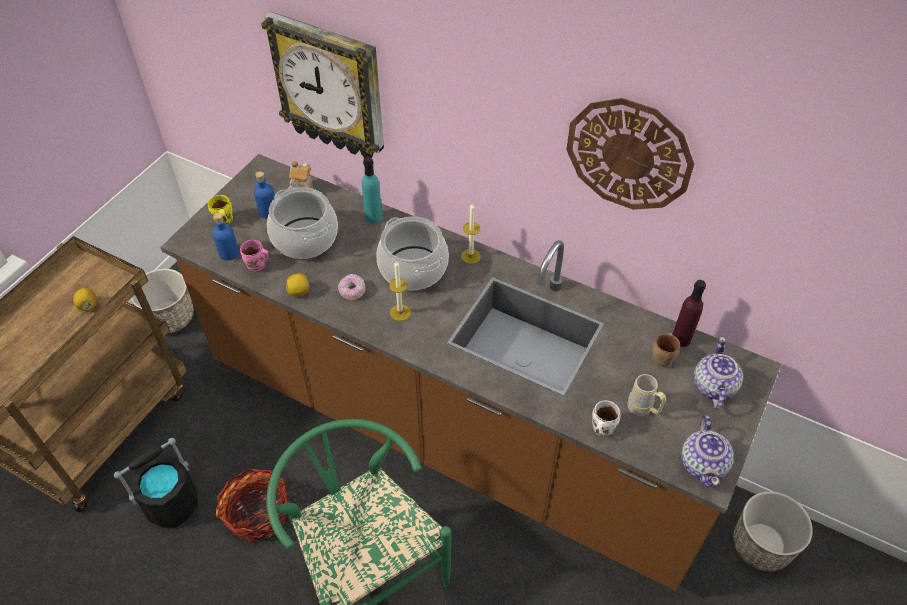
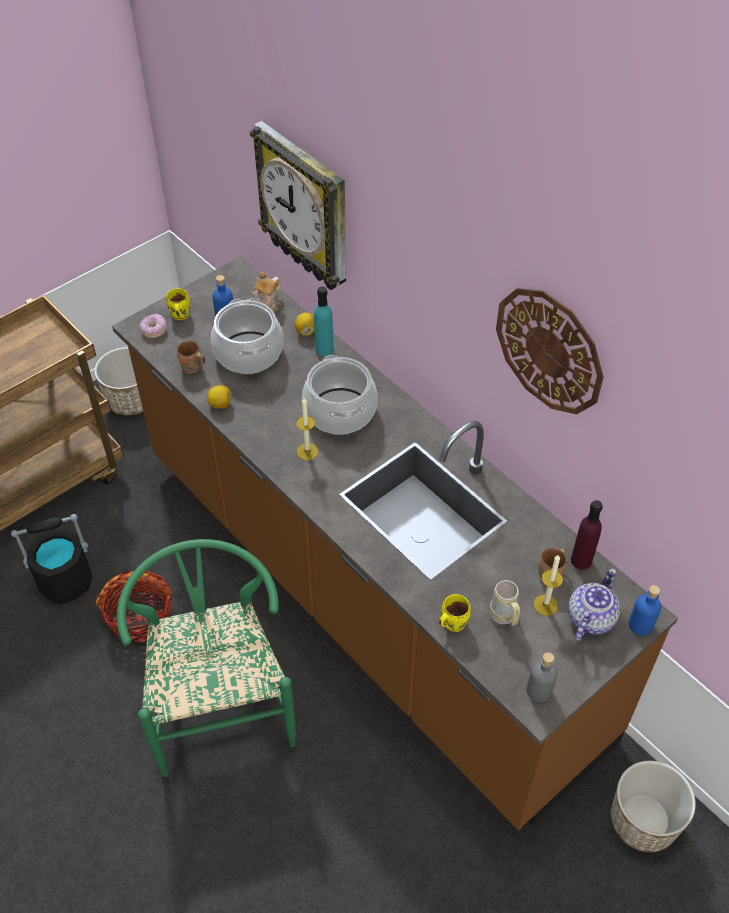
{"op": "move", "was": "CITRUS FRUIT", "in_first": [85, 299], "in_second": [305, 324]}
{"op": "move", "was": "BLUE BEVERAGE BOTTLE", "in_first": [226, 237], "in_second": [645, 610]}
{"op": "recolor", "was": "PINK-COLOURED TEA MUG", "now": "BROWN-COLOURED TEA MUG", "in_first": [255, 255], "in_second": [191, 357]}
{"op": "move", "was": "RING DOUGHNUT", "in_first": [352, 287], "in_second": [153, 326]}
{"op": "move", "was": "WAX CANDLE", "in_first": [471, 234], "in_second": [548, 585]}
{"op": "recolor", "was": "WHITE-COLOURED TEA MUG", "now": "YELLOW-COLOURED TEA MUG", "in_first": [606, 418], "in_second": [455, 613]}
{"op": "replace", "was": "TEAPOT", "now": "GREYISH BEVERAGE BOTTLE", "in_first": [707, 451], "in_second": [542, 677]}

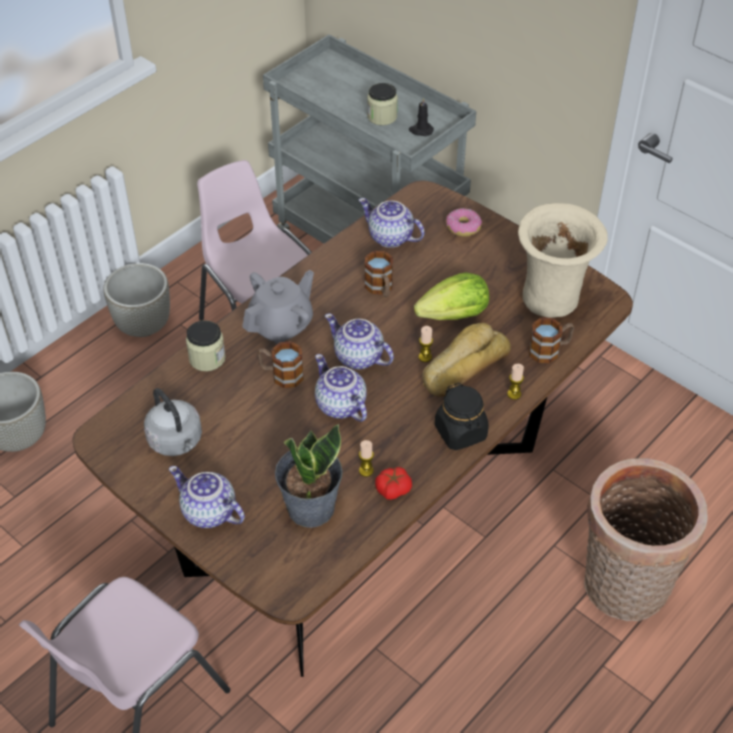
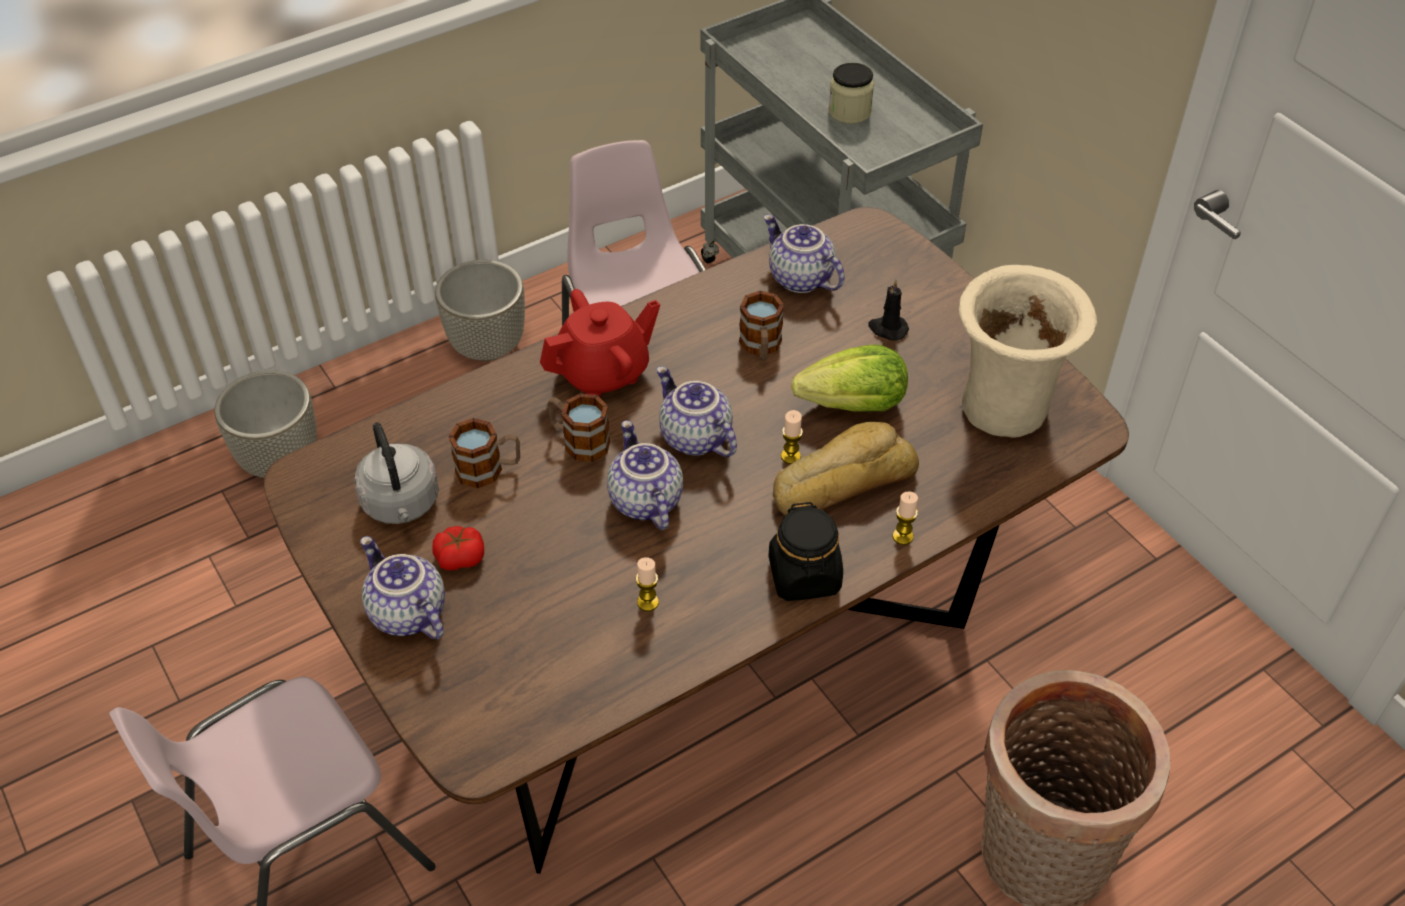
{"op": "delete", "was": "JAR", "in_first": [206, 345]}
{"op": "recolor", "was": "GREYISH TEAPOT", "now": "RED TEAPOT", "in_first": [278, 307], "in_second": [600, 343]}
{"op": "delete", "was": "POTTED PLANT", "in_first": [309, 476]}
{"op": "move", "was": "TOMATO", "in_first": [393, 483], "in_second": [458, 548]}
{"op": "move", "was": "BLACK-COLOURED WAX CANDLE", "in_first": [421, 116], "in_second": [888, 310]}
{"op": "delete", "was": "RING DOUGHNUT", "in_first": [464, 222]}
{"op": "move", "was": "TEA MUG", "in_first": [551, 340], "in_second": [484, 453]}

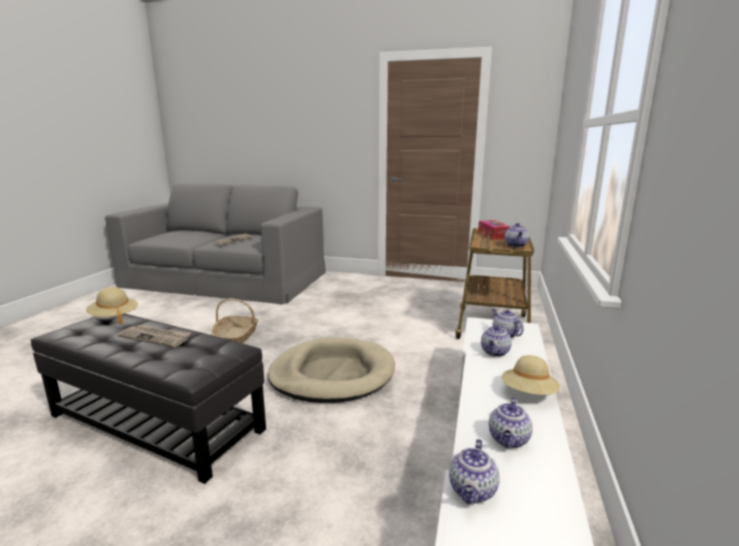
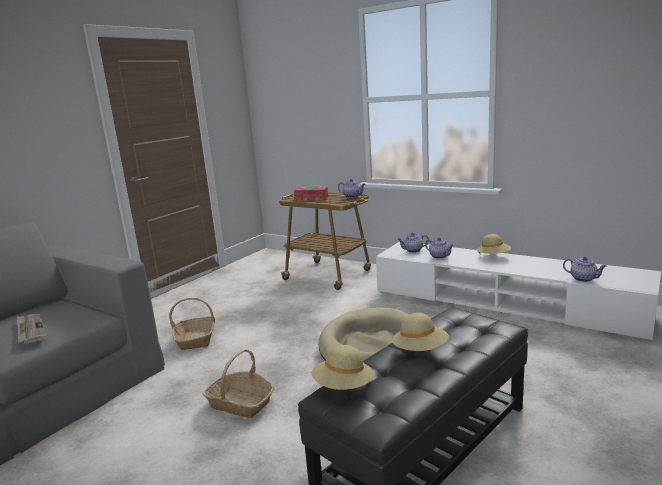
{"op": "replace", "was": "NEWSPAPER", "now": "BEIGE-COLOURED CLOTHING HAT", "in_first": [154, 335], "in_second": [420, 332]}
{"op": "delete", "was": "TEAPOT", "in_first": [511, 422]}
{"op": "insert", "now": "HOUSEHOLD BASKET", "in_second": [192, 324]}

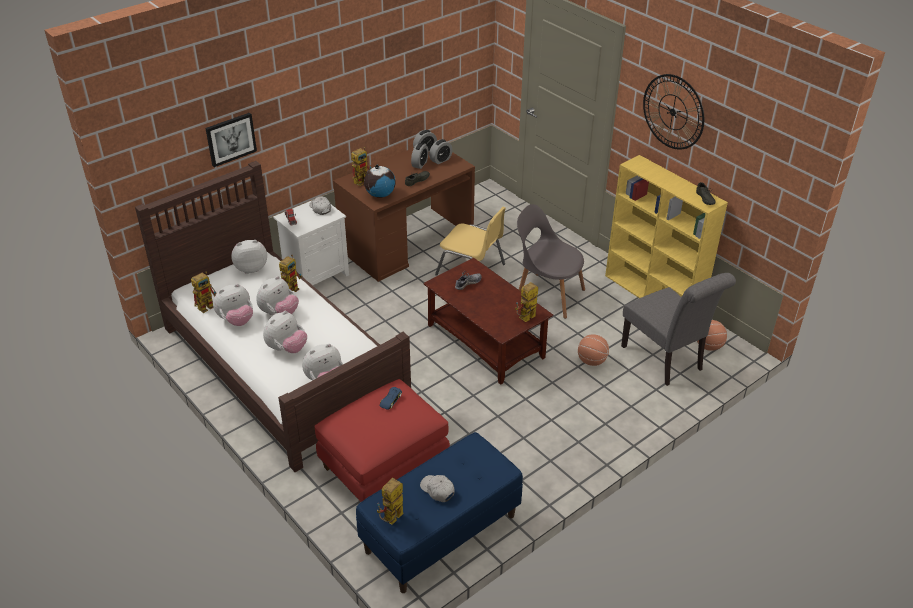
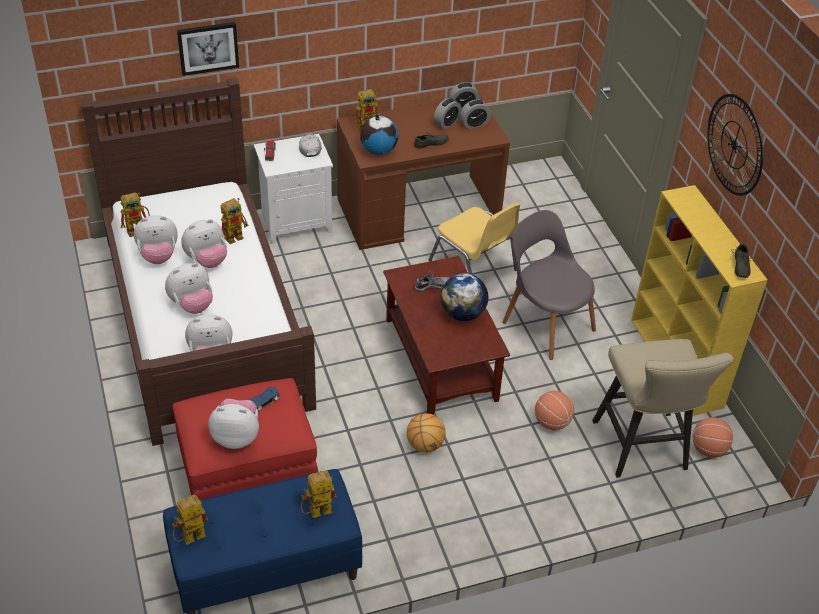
{"op": "move", "was": "CUDDLY TOY", "in_first": [249, 257], "in_second": [233, 423]}
{"op": "delete", "was": "WHITE-COLOURED BASEBALL CAP", "in_first": [437, 488]}
{"op": "move", "was": "TOY ROBOT", "in_first": [526, 302], "in_second": [319, 494]}
{"op": "replace", "was": "GREYISH UPRIGHT CHAIR", "now": "BEIGE-COLOURED STOOL", "in_first": [678, 329], "in_second": [663, 408]}
{"op": "insert", "now": "BASKETBALL BALL", "in_second": [426, 432]}
{"op": "insert", "now": "GLOBE", "in_second": [464, 297]}

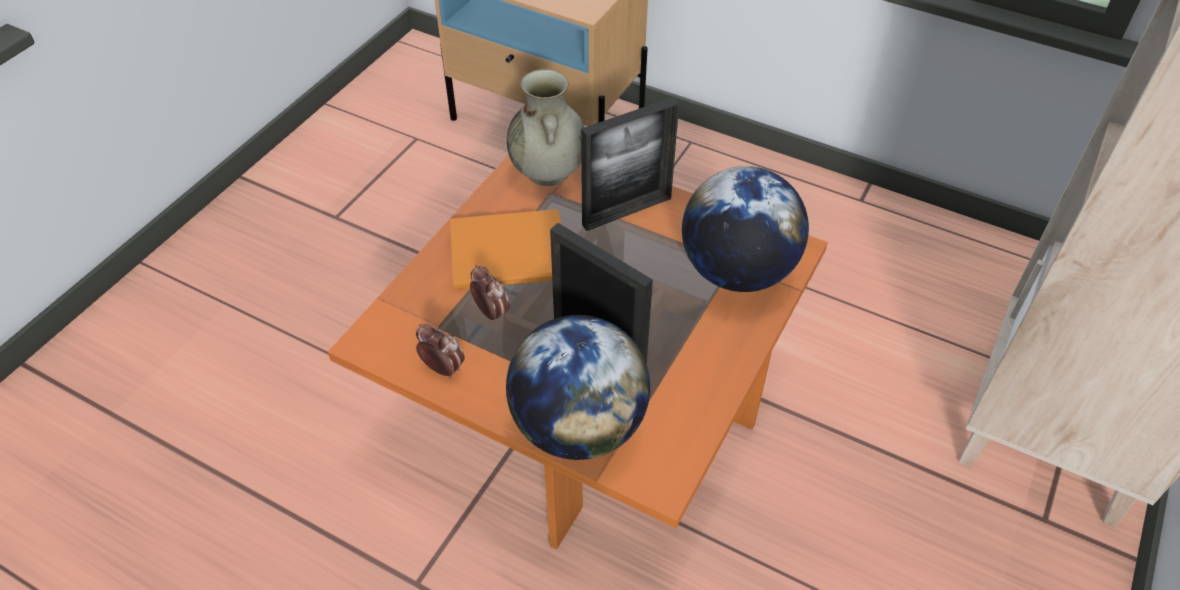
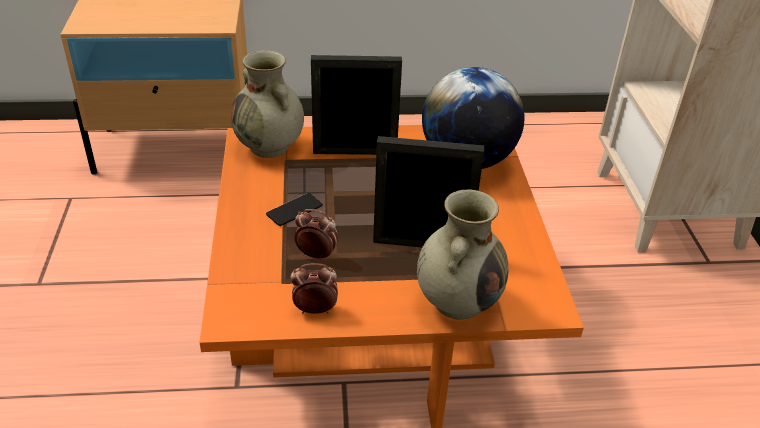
{"op": "replace", "was": "ORANGE BOUND BOOK", "now": "HANDSET", "in_first": [505, 249], "in_second": [294, 209]}
{"op": "replace", "was": "GLOBE", "now": "BEIGE-COLOURED DECORATIVE VASE", "in_first": [578, 387], "in_second": [463, 254]}
{"op": "rotate", "was": "PHOTO FRAME", "in_first": [630, 164], "in_second": [356, 105], "clockwise": -120}

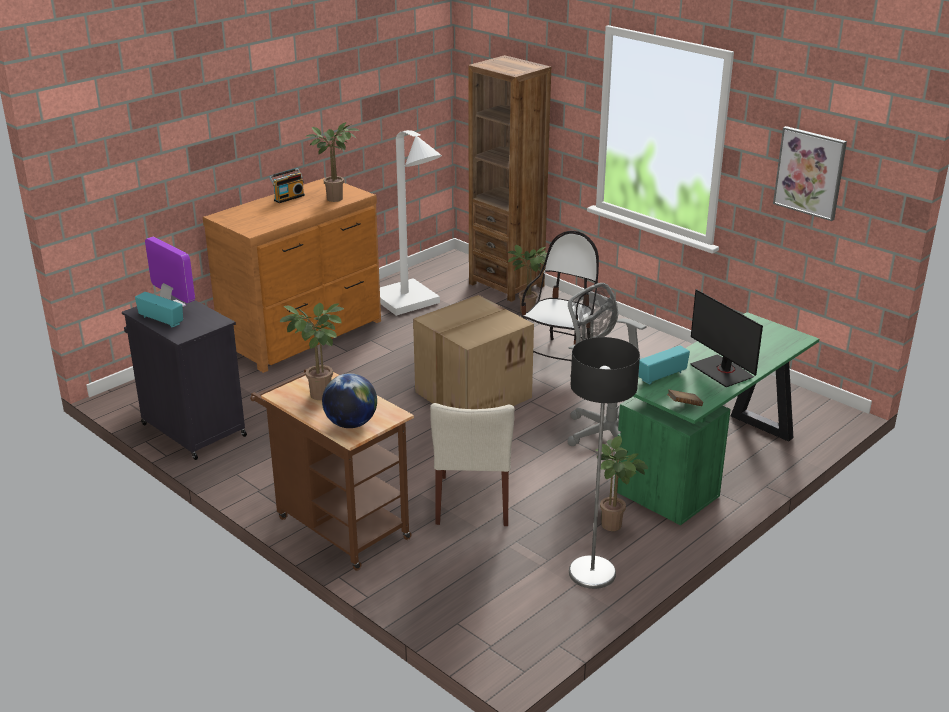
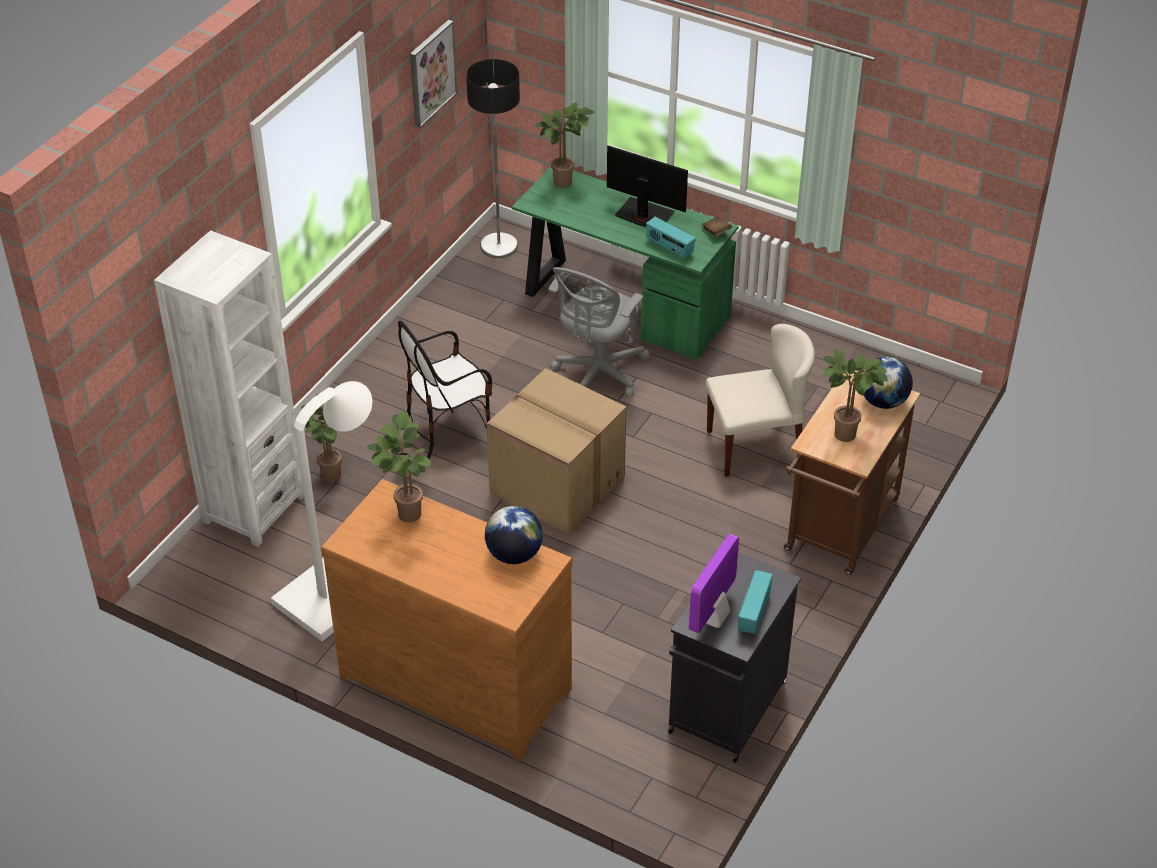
{"op": "delete", "was": "RADIO RECEIVER", "in_first": [287, 185]}
{"op": "recolor", "was": "BROWN-COLOURED BOOKCASE", "now": "WHITE-COLOURED BOOKCASE", "in_first": [509, 178], "in_second": [229, 388]}
{"op": "rotate", "was": "UPRIGHT CHAIR", "in_first": [560, 304], "in_second": [445, 390], "clockwise": -45}
{"op": "move", "was": "FLOOR LAMP", "in_first": [604, 463], "in_second": [493, 158]}
{"op": "move", "was": "POTTED PLANT", "in_first": [621, 483], "in_second": [565, 145]}
{"op": "rotate", "was": "MONITOR", "in_first": [726, 338], "in_second": [647, 186], "clockwise": -105}
{"op": "insert", "now": "GLOBE", "in_second": [514, 535]}

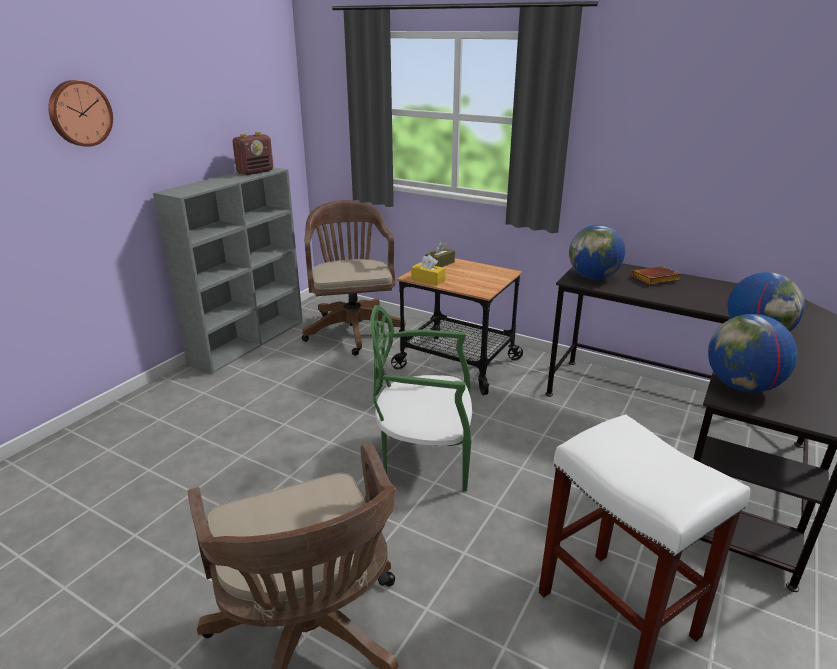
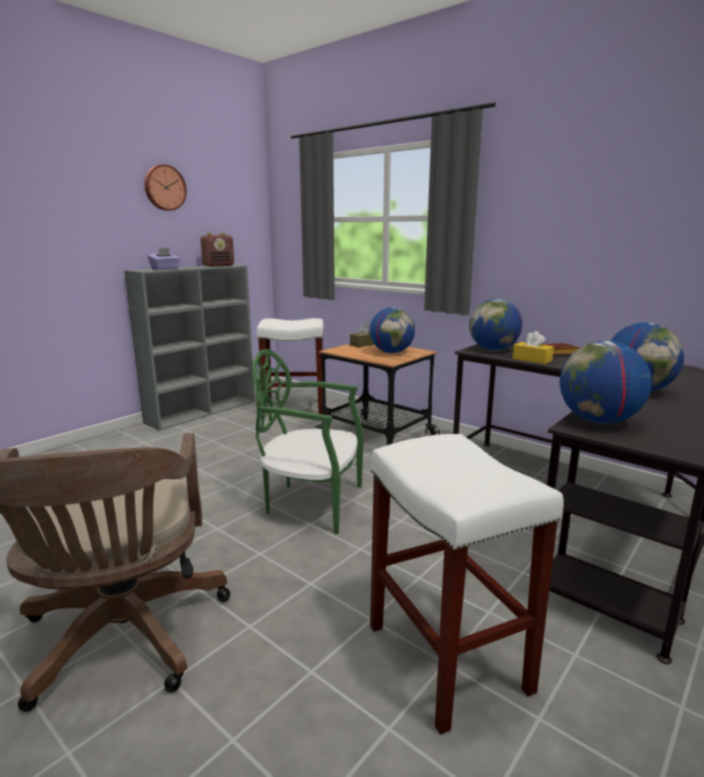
{"op": "move", "was": "CLOCK ON THE WALL", "in_first": [80, 113], "in_second": [165, 187]}
{"op": "replace", "was": "BROWN-COLOURED COMPUTER CHAIR", "now": "WHITE-COLOURED STOOL", "in_first": [354, 278], "in_second": [290, 366]}
{"op": "move", "was": "YELLOW-COLOURED TISSUE HOLDER", "in_first": [428, 270], "in_second": [533, 347]}
{"op": "insert", "now": "PURPLE-COLOURED TISSUE HOLDER", "in_second": [163, 259]}
{"op": "insert", "now": "GLOBE", "in_second": [392, 330]}

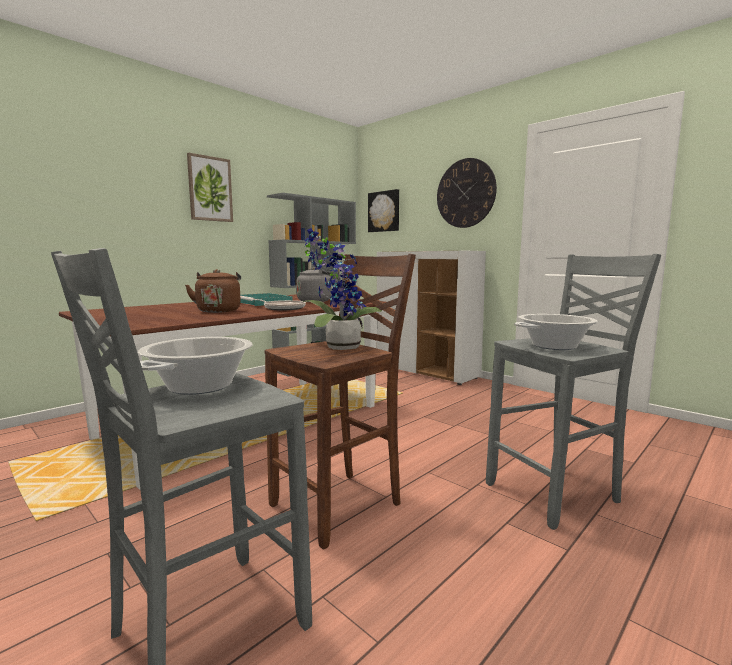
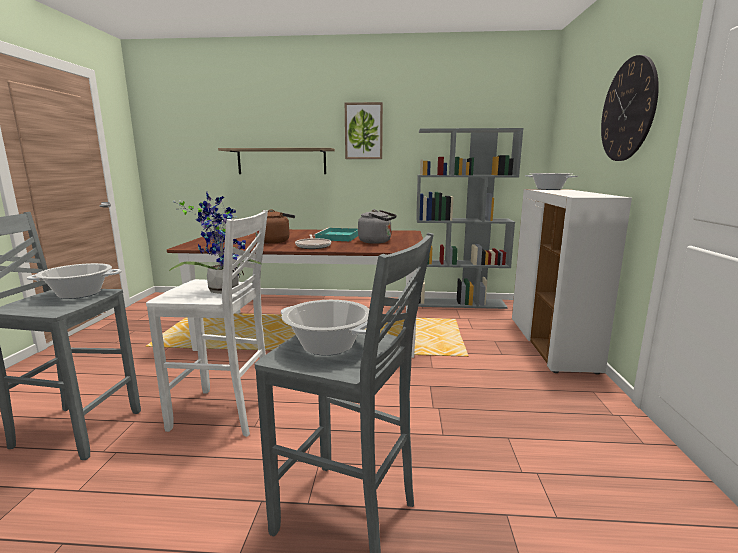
{"op": "recolor", "was": "BROWN-COLOURED STOOL", "now": "WHITE-COLOURED STOOL", "in_first": [340, 402], "in_second": [207, 323]}
{"op": "delete", "was": "WALL ART", "in_first": [383, 210]}
{"op": "insert", "now": "SHELF", "in_second": [276, 161]}
{"op": "insert", "now": "STOCKPOT", "in_second": [551, 181]}

